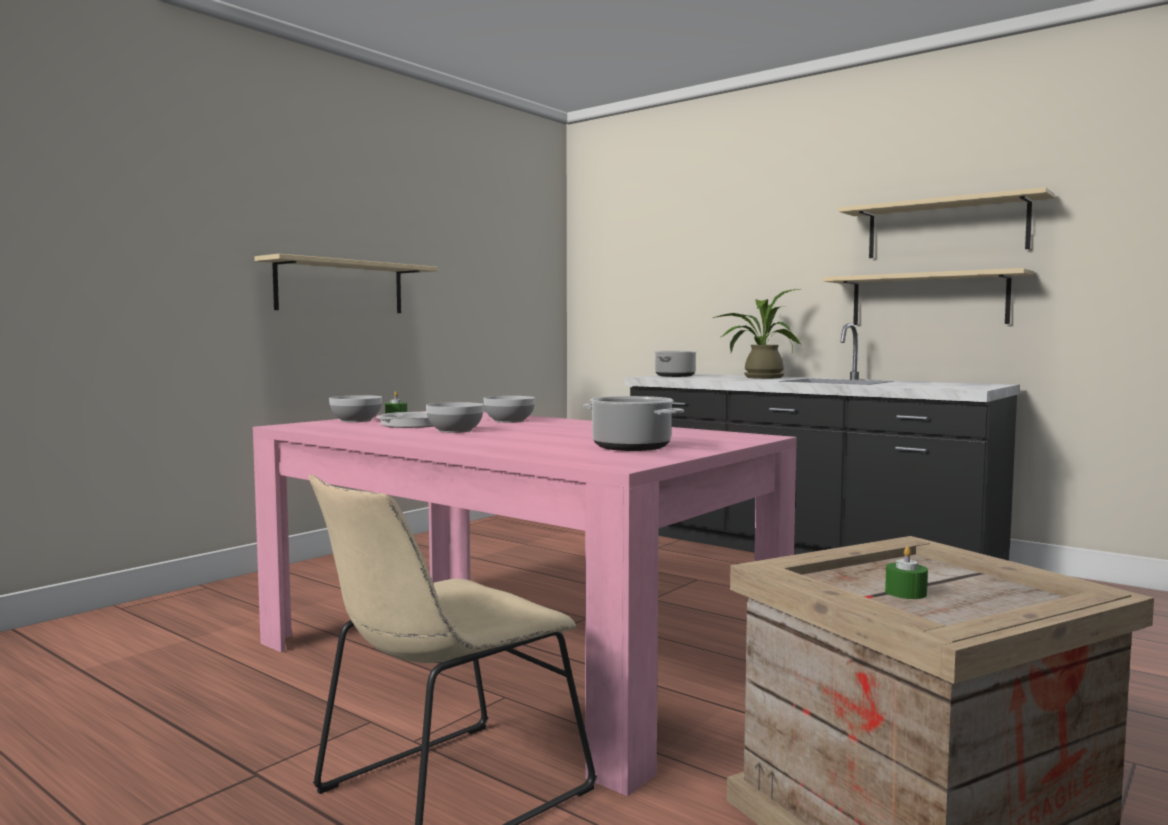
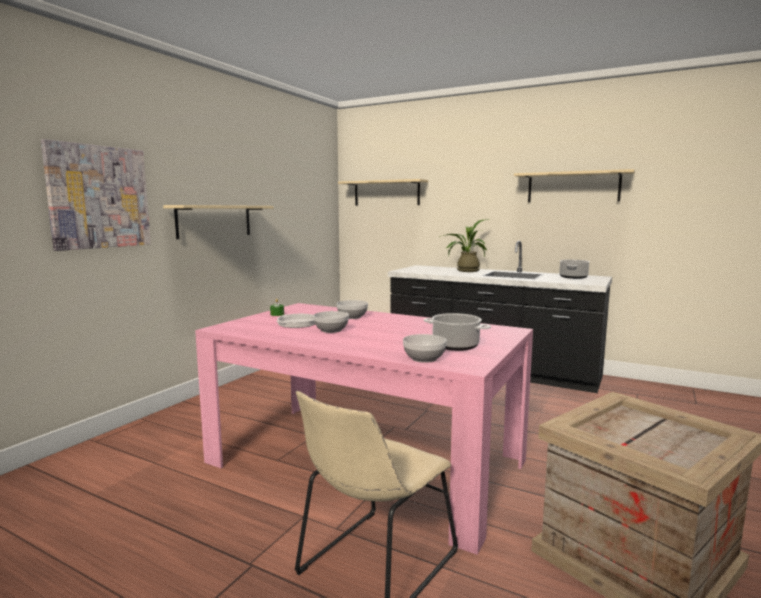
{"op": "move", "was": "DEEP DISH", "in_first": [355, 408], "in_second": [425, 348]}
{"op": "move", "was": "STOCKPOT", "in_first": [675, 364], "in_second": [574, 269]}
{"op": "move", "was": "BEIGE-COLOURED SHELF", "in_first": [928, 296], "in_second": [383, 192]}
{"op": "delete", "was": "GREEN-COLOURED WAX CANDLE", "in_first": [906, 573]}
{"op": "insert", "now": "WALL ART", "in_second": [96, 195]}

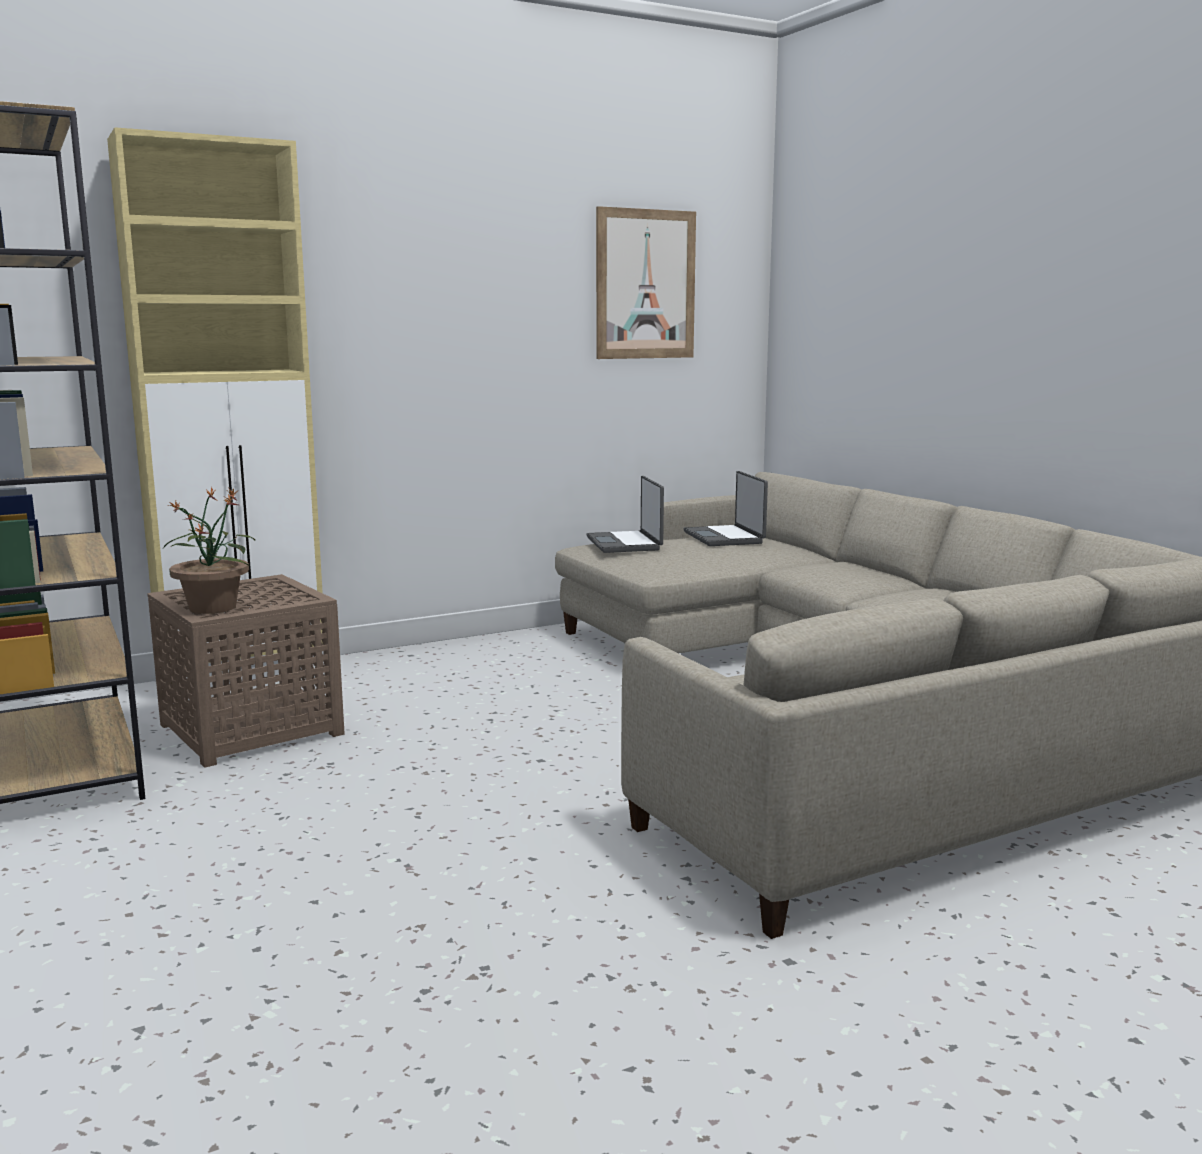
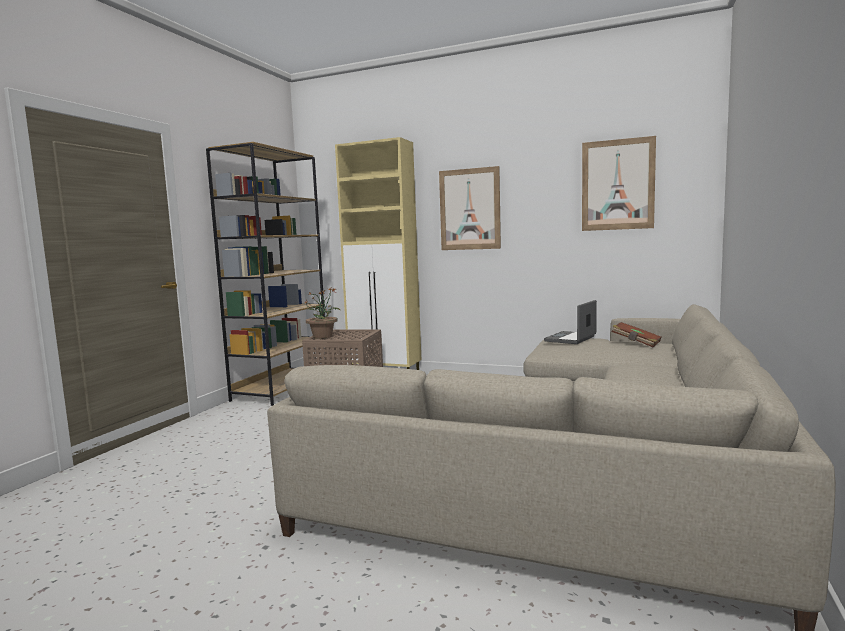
{"op": "replace", "was": "NOTEBOOK COMPUTER", "now": "BROWN-COLOURED BOUND BOOK", "in_first": [726, 508], "in_second": [636, 334]}
{"op": "insert", "now": "WALL ART", "in_second": [470, 208]}

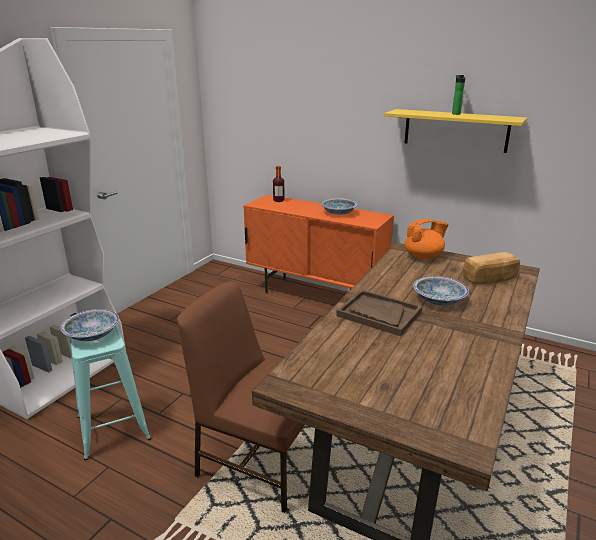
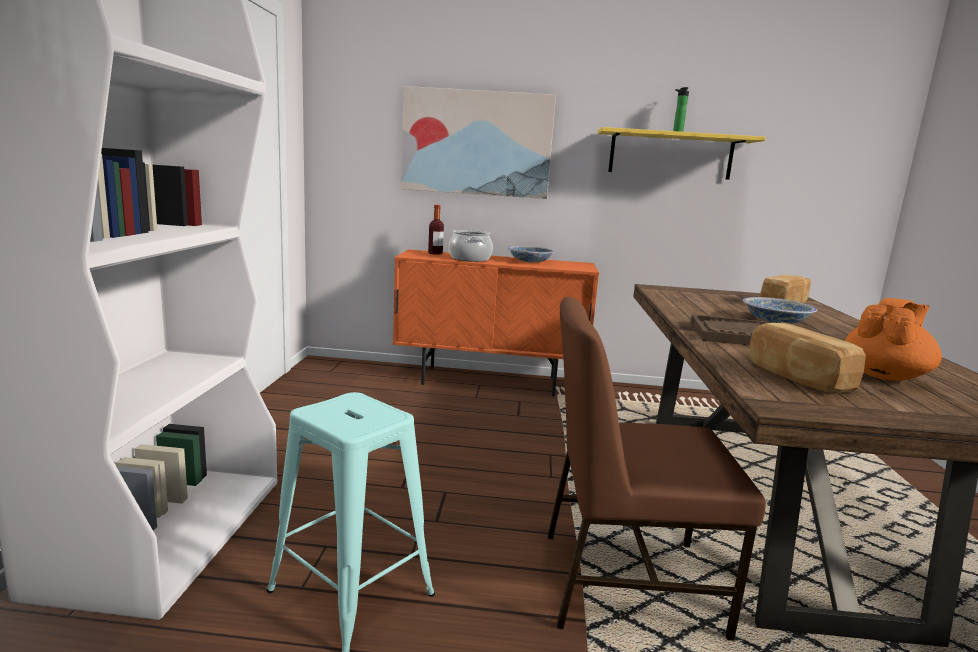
{"op": "delete", "was": "DEEP DISH", "in_first": [89, 325]}
{"op": "move", "was": "ORANGE TEAPOT", "in_first": [426, 239], "in_second": [893, 339]}
{"op": "insert", "now": "WALL ART", "in_second": [478, 142]}
{"op": "insert", "now": "STOCKPOT", "in_second": [471, 246]}
{"op": "insert", "now": "BREAD", "in_second": [807, 357]}

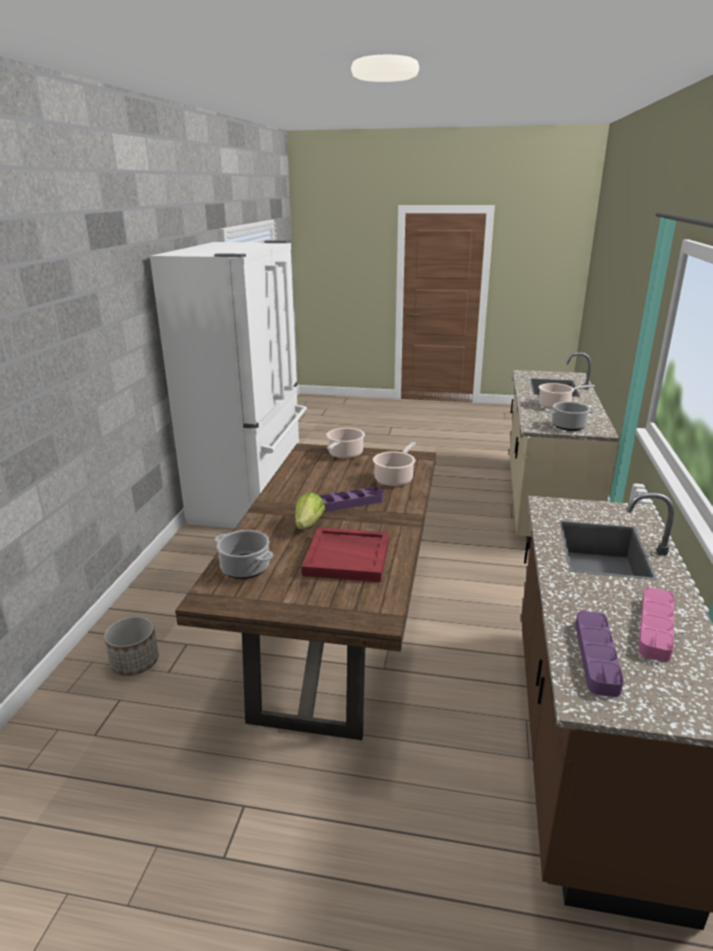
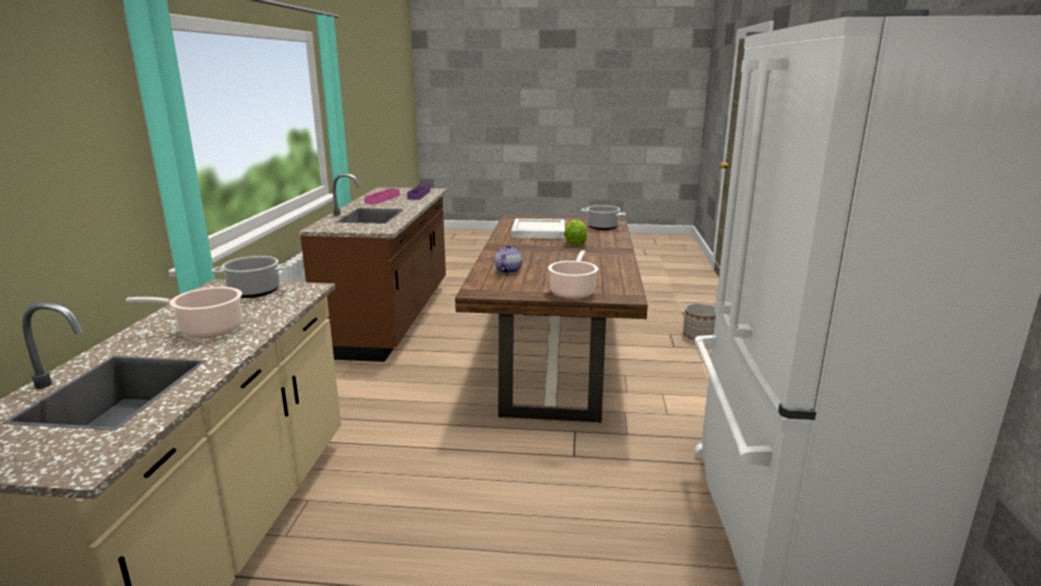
{"op": "recolor", "was": "RED SERVING TRAY", "now": "WHITE-COLOURED SERVING TRAY", "in_first": [345, 554], "in_second": [538, 229]}
{"op": "delete", "was": "PURPLE-COLOURED SERVING TRAY", "in_first": [351, 499]}
{"op": "replace", "was": "STOCKPOT", "now": "TEAPOT", "in_first": [394, 464], "in_second": [508, 259]}

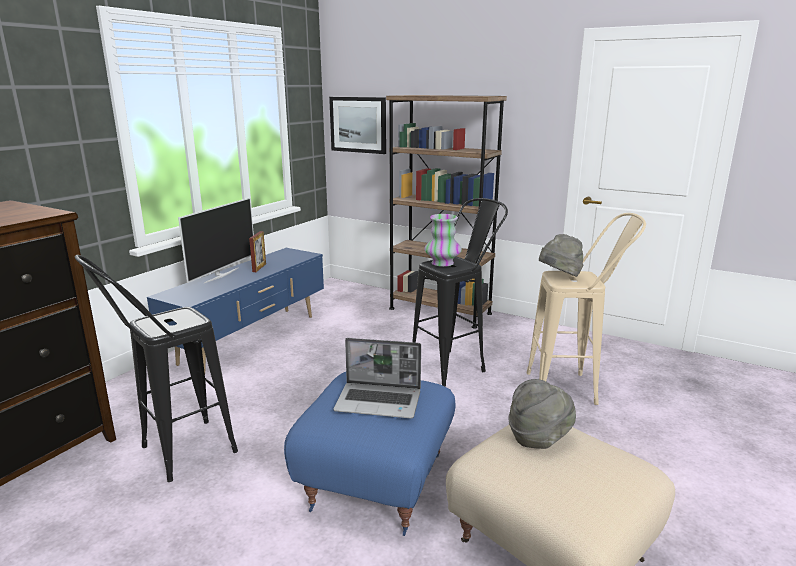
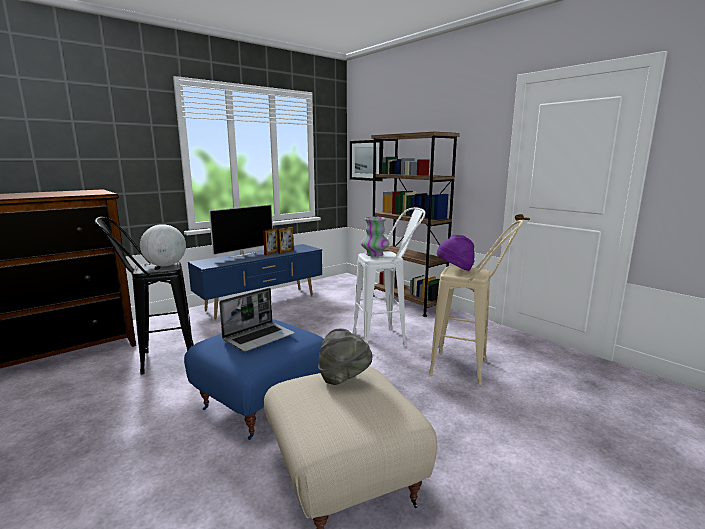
{"op": "rotate", "was": "NOTEBOOK COMPUTER", "in_first": [377, 378], "in_second": [257, 320], "clockwise": -75}
{"op": "recolor", "was": "BLACK-COLOURED STOOL", "now": "WHITE-COLOURED STOOL", "in_first": [460, 292], "in_second": [389, 276]}
{"op": "recolor", "was": "GREYISH CLOTHING HAT", "now": "PURPLE-COLOURED CLOTHING HAT", "in_first": [561, 255], "in_second": [456, 253]}
{"op": "insert", "now": "GLOBE", "in_second": [163, 245]}
{"op": "insert", "now": "PHOTO FRAME", "in_second": [285, 240]}

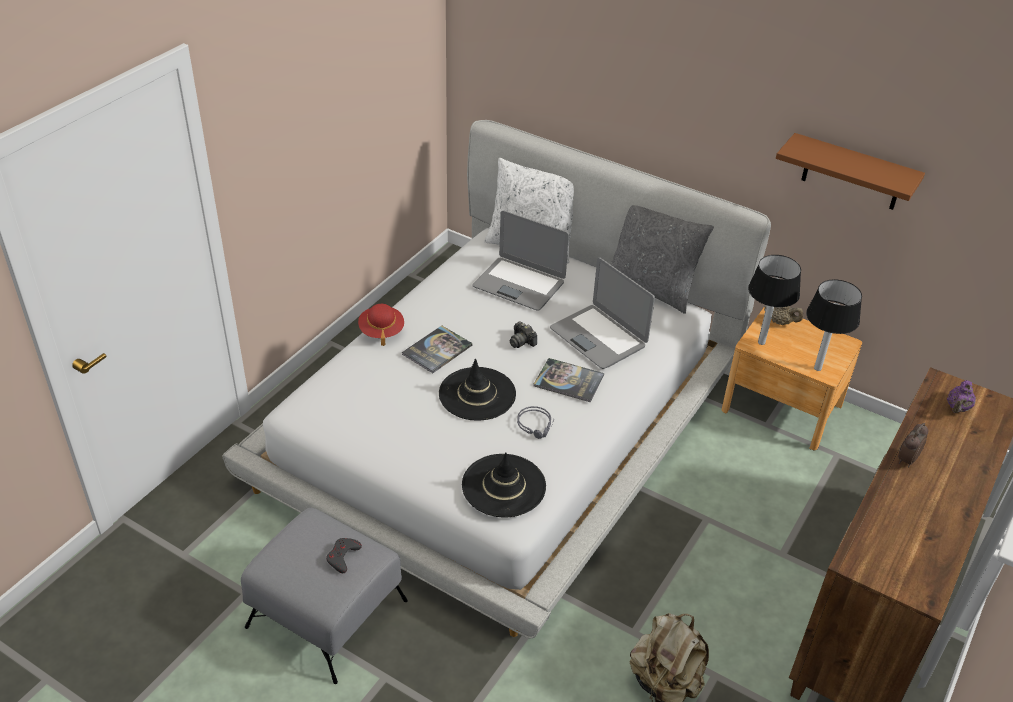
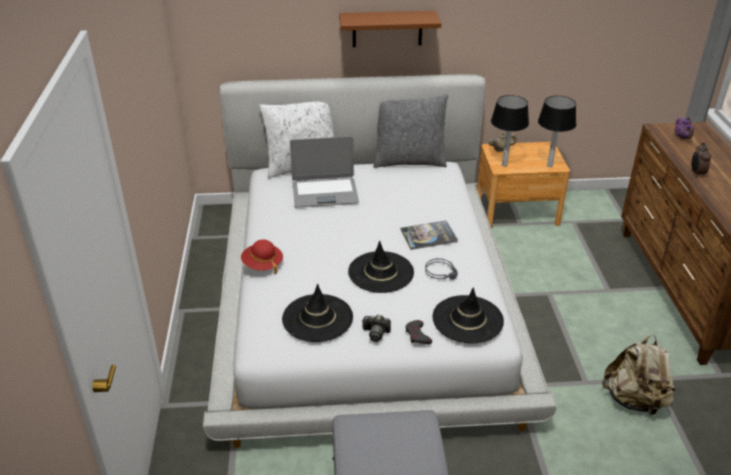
{"op": "move", "was": "GREYISH GAME CONTROLLER", "in_first": [344, 555], "in_second": [419, 332]}
{"op": "delete", "was": "BOUND BOOK", "in_first": [437, 349]}
{"op": "move", "was": "STILL CAMERA", "in_first": [523, 334], "in_second": [376, 328]}
{"op": "delete", "was": "NOTEBOOK COMPUTER", "in_first": [602, 313]}
{"op": "move", "was": "BROWN-COLOURED SHELF", "in_first": [850, 171], "in_second": [390, 29]}
{"op": "insert", "now": "BLACK-COLOURED CLOTHING HAT", "in_second": [317, 313]}

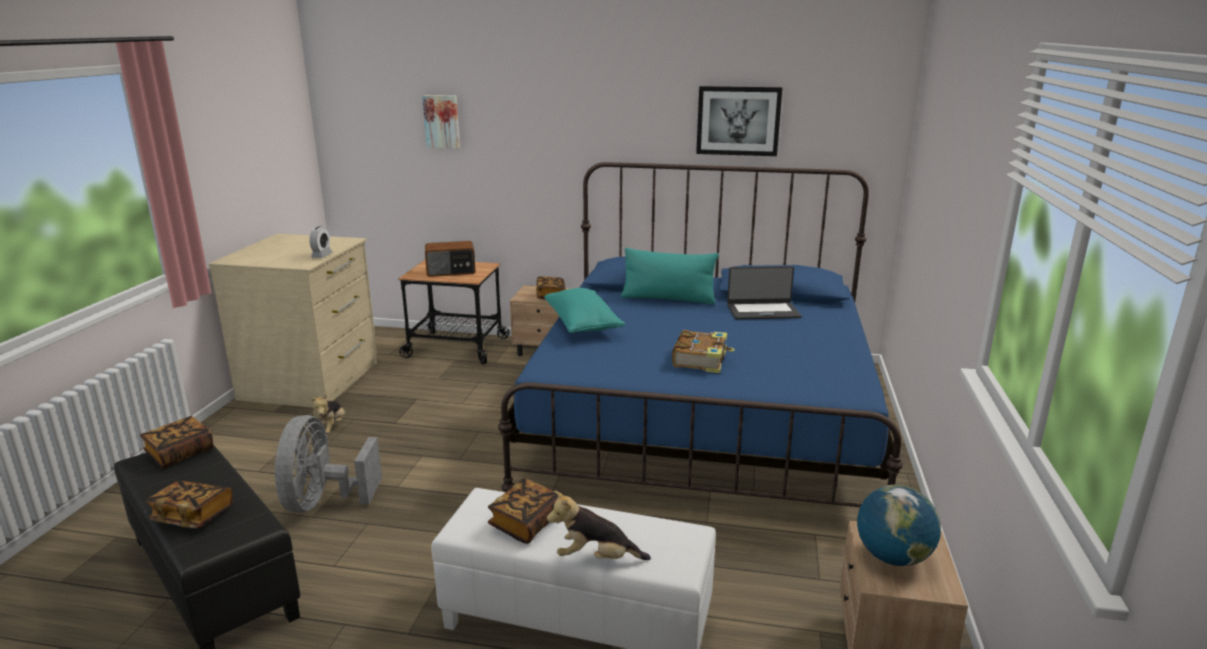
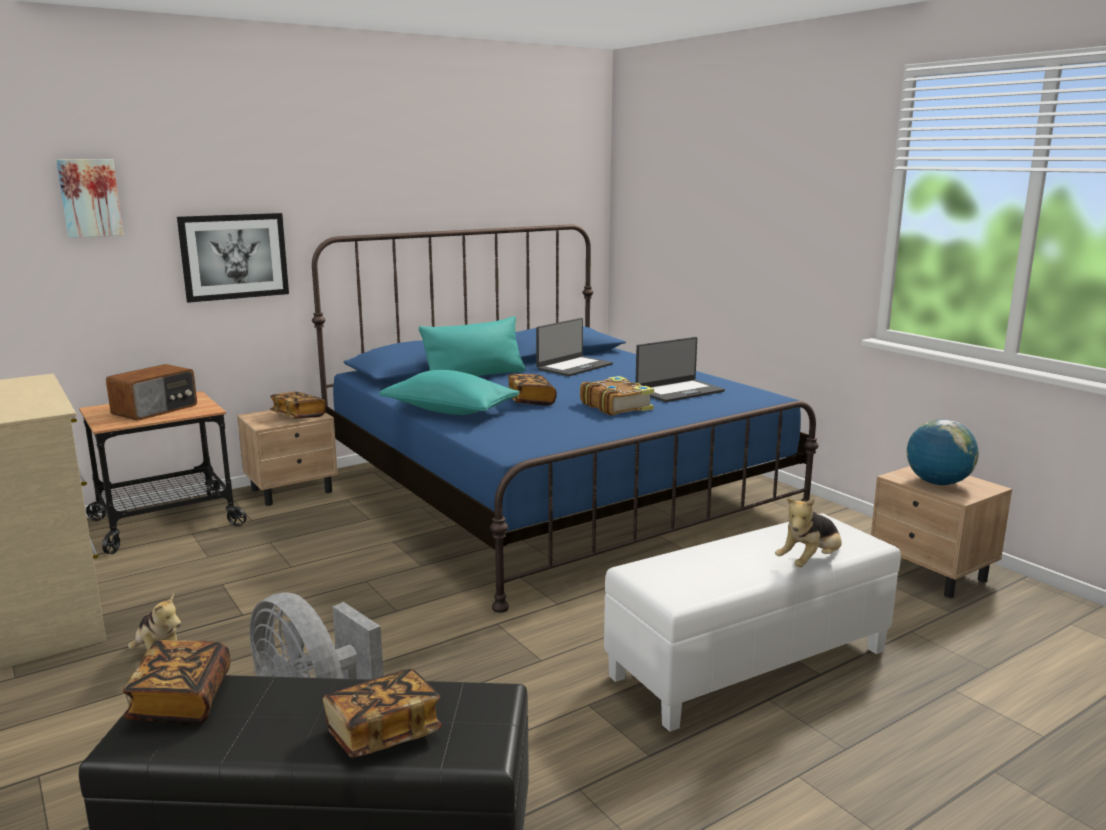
{"op": "delete", "was": "ALARM CLOCK", "in_first": [321, 242]}
{"op": "move", "was": "BOUND BOOK", "in_first": [523, 511], "in_second": [532, 390]}
{"op": "move", "was": "WALL ART", "in_first": [739, 121], "in_second": [233, 258]}
{"op": "insert", "now": "NOTEBOOK COMPUTER", "in_second": [680, 369]}

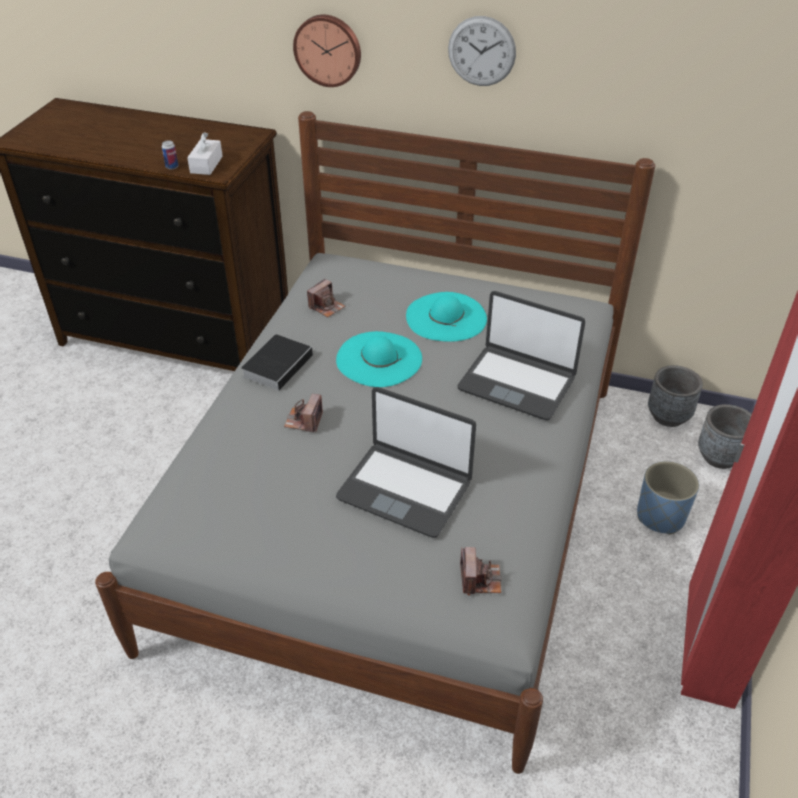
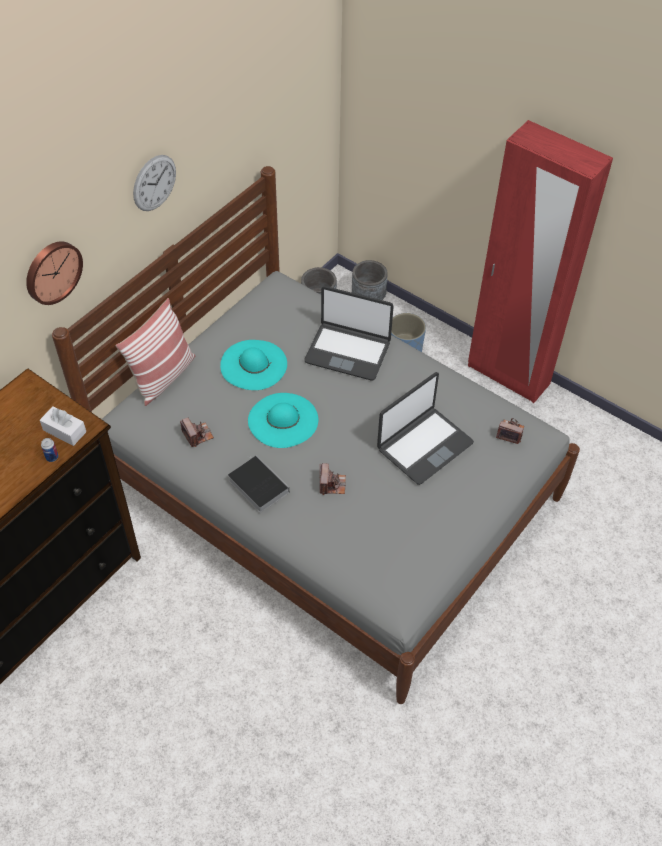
{"op": "rotate", "was": "STILL CAMERA", "in_first": [303, 413], "in_second": [333, 479], "clockwise": -120}
{"op": "rotate", "was": "NOTEBOOK COMPUTER", "in_first": [521, 355], "in_second": [348, 333], "clockwise": 60}
{"op": "insert", "now": "PILLOW", "in_second": [155, 352]}

